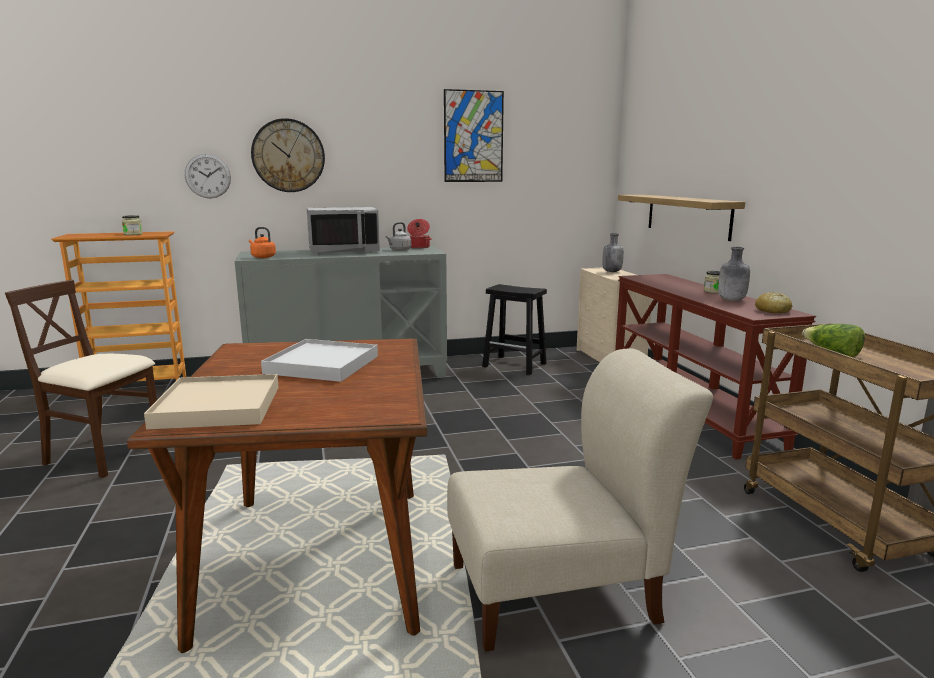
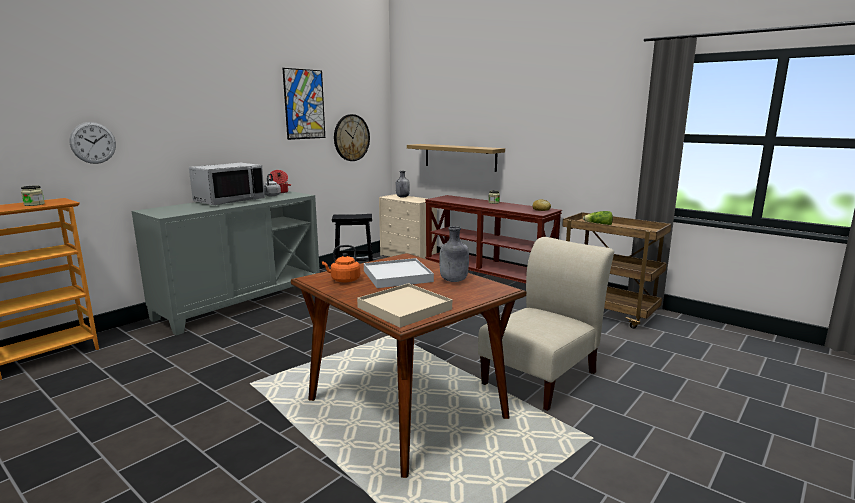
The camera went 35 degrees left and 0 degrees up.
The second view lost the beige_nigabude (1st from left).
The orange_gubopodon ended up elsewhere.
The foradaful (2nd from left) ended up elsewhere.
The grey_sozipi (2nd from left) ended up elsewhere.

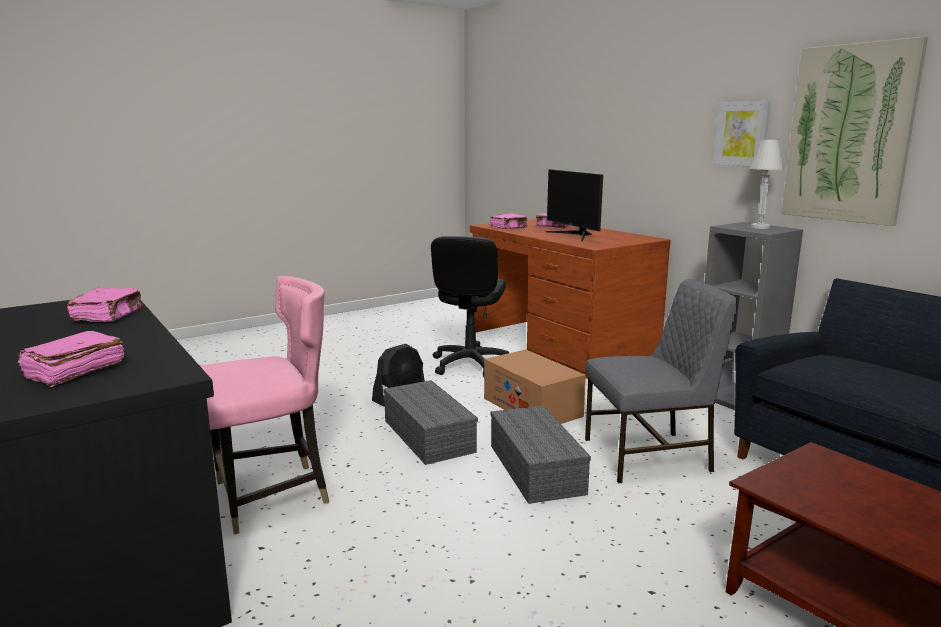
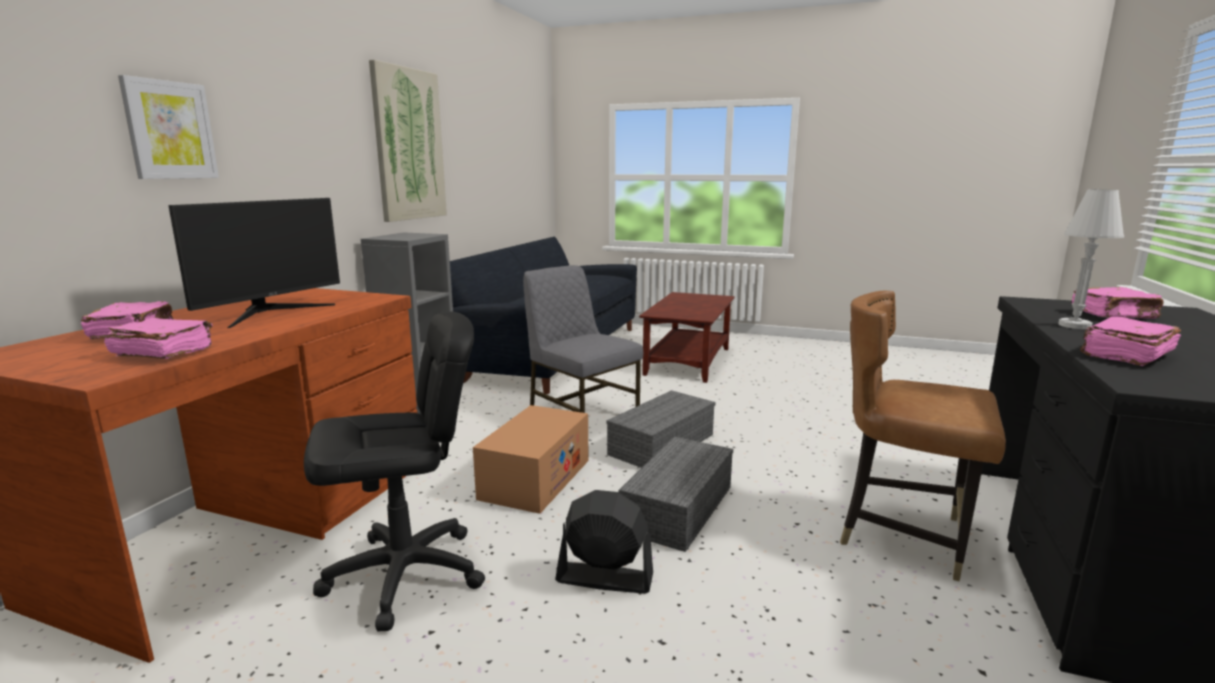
The camera went 125 degrees left and 0 degrees up.
What was the pink_nigabude turned into the brown_nigabude.
The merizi (1st from left) ended up elsewhere.
The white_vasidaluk ended up elsewhere.

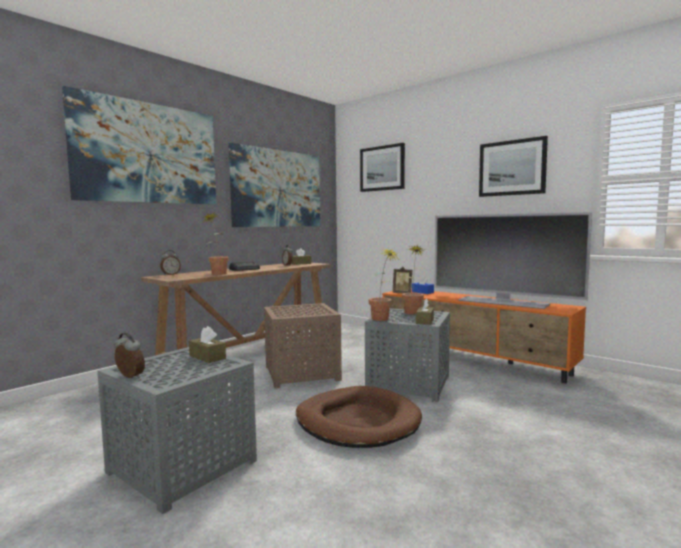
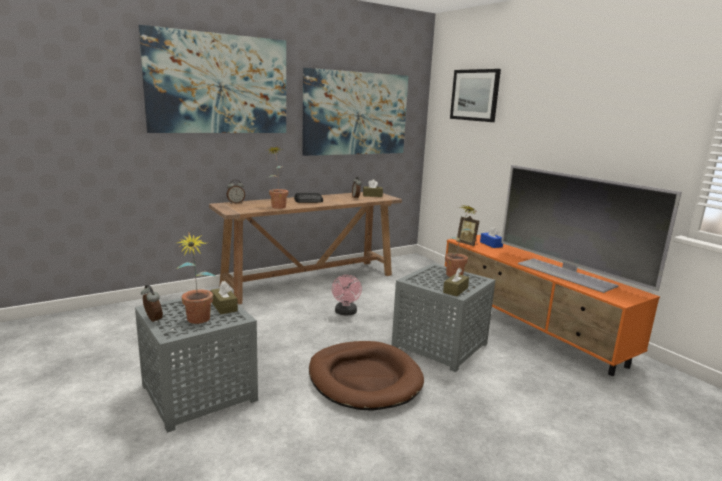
The camera went 15 degrees right and 10 degrees up.
Where the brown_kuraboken stood, the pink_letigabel came to stand.
The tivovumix (2nd from left in the first image) ended up elsewhere.
The second view lost the merizi (4th from left).

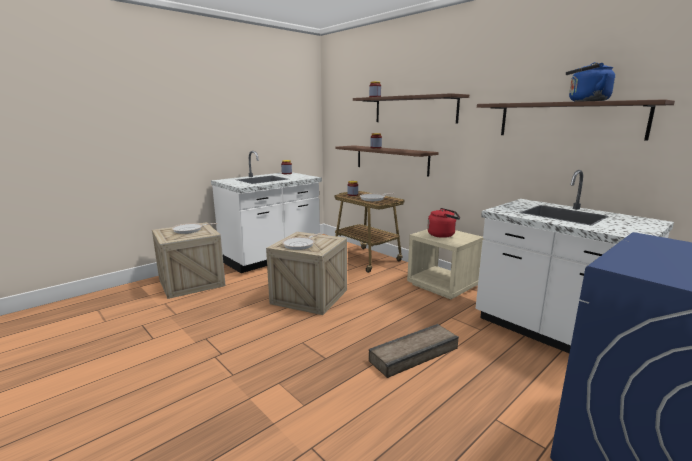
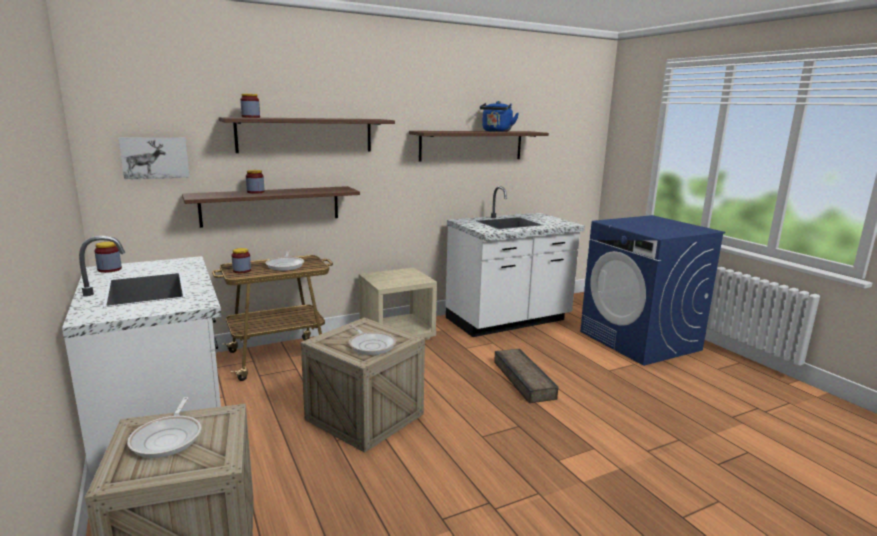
The camera went 75 degrees left and 0 degrees up.
The second view lost the red_gubopodon.
The second view gained the merizi.

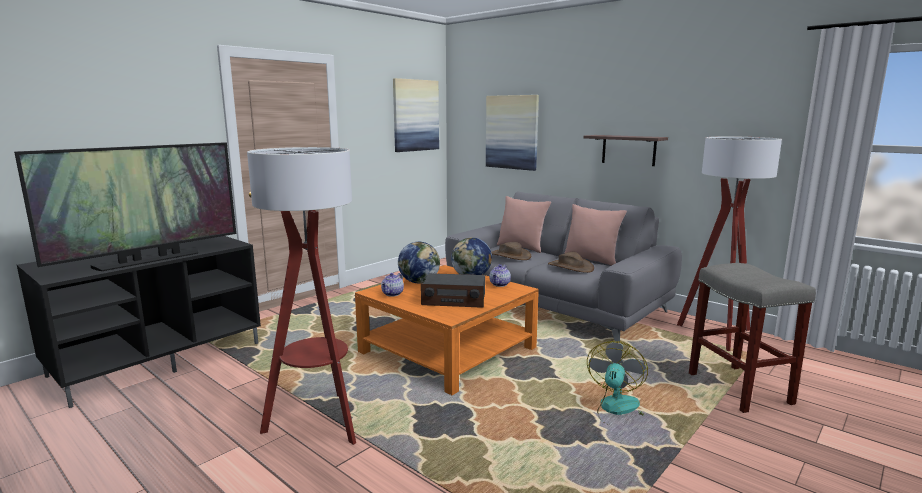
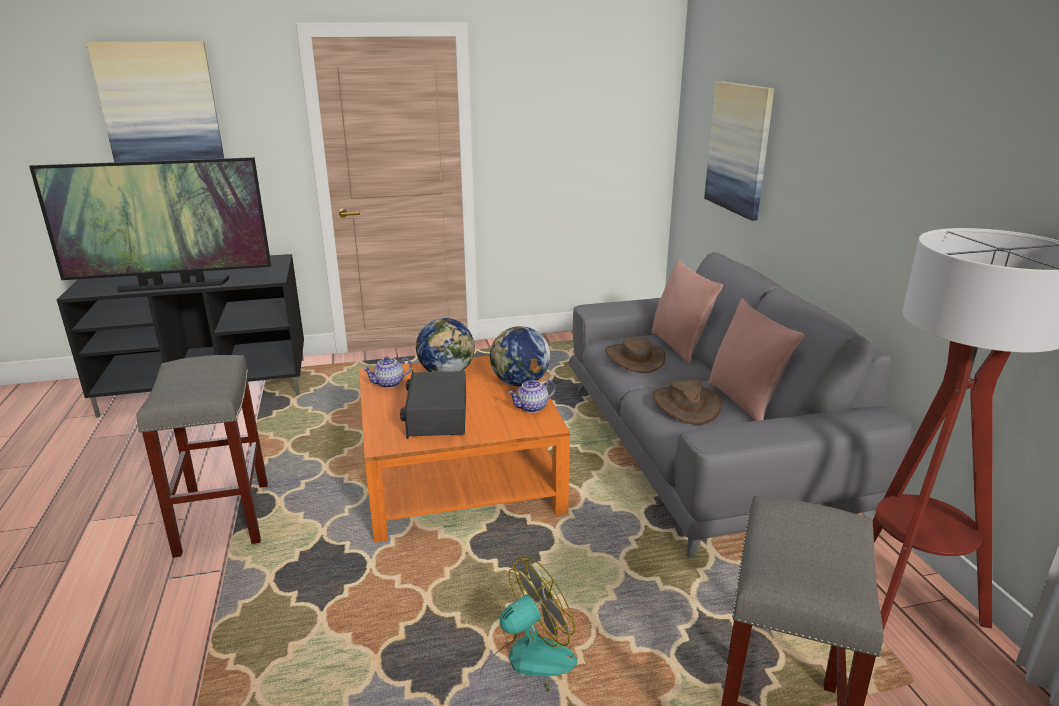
The camera went 35 degrees right and 10 degrees up.
Where the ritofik (1st from left) stood, the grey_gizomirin (1st from left) came to stand.
The merizi (1st from left) ended up elsewhere.
The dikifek ended up facing another way, 45 degrees clockwise from before.
The second view lost the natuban.

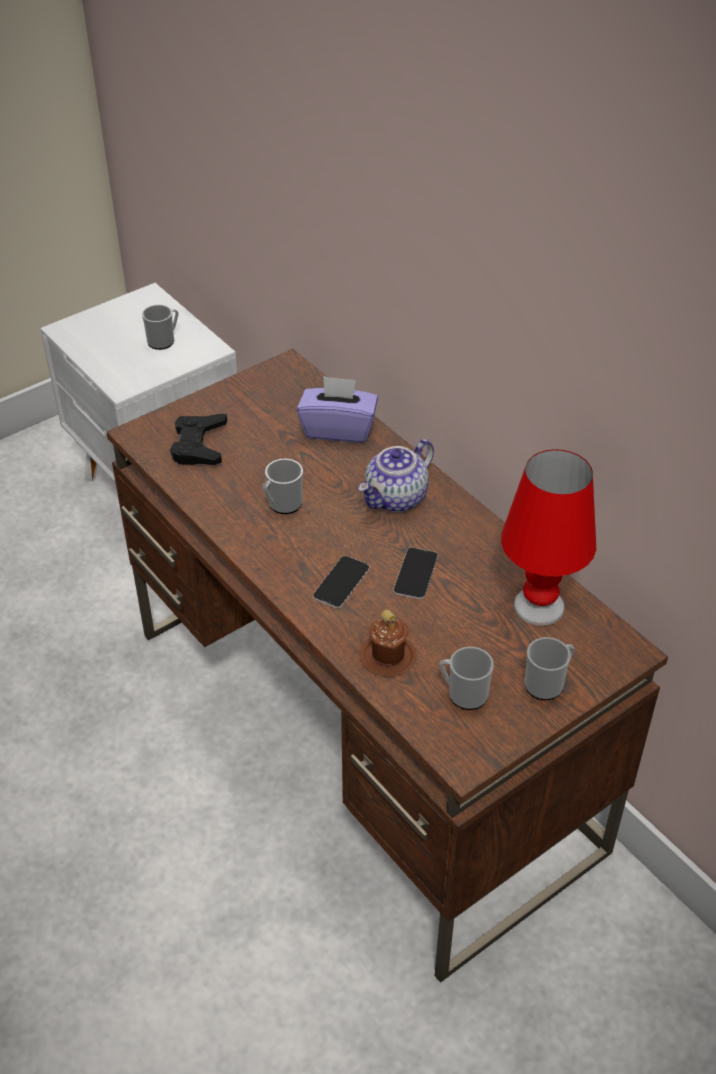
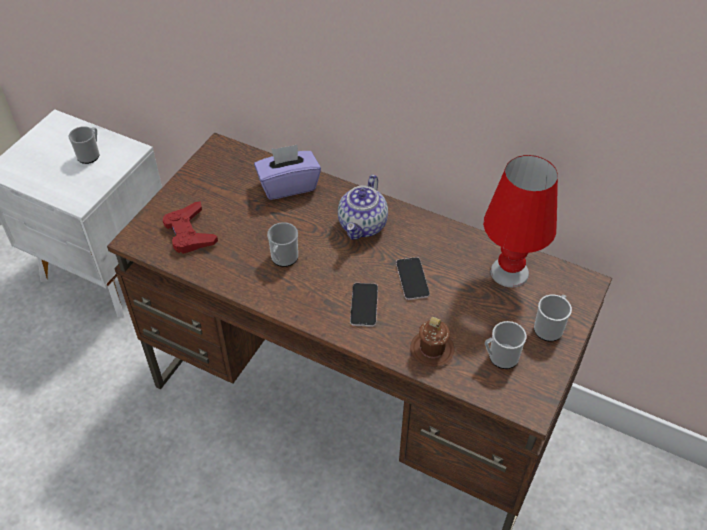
The camera went 25 degrees left and 5 degrees up.
What was the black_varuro turned into the red_varuro.

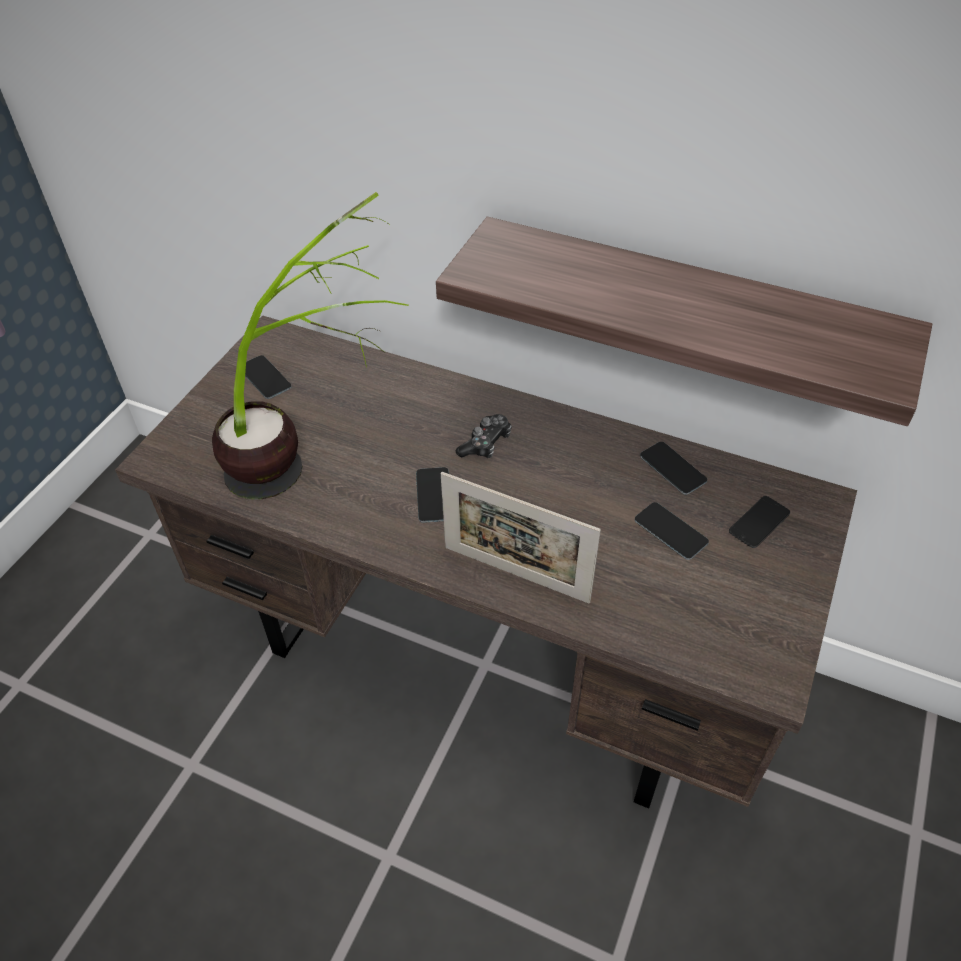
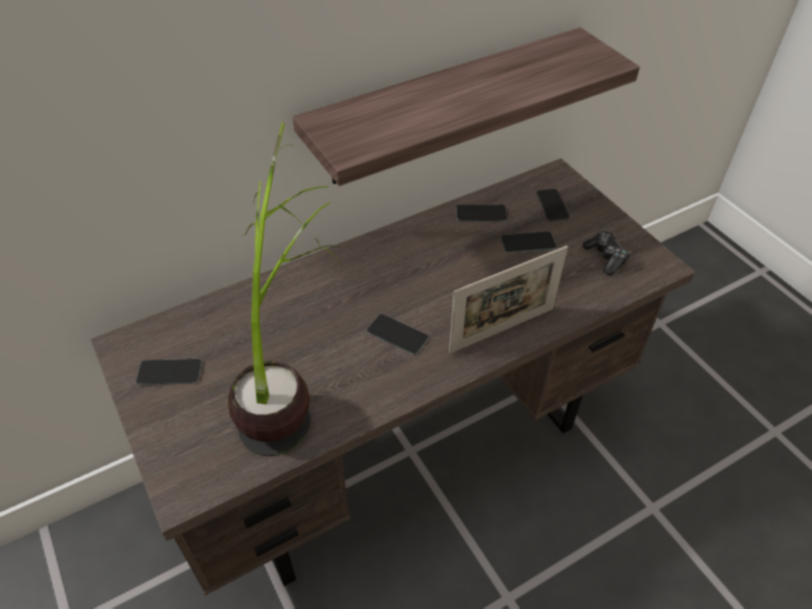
The camera went 55 degrees left and 0 degrees up.
The varuro ended up elsewhere.

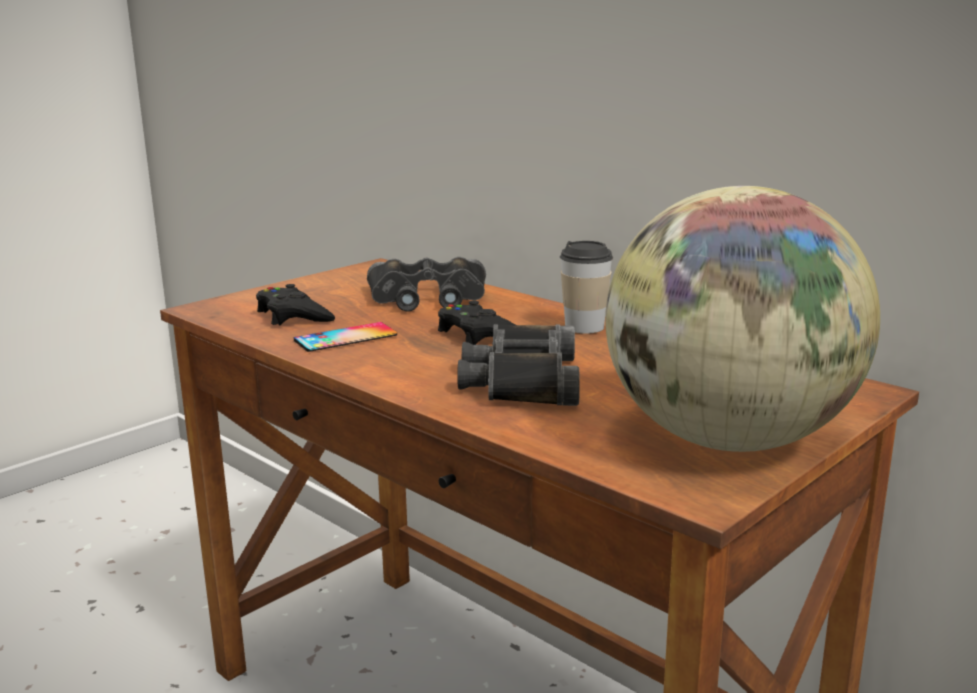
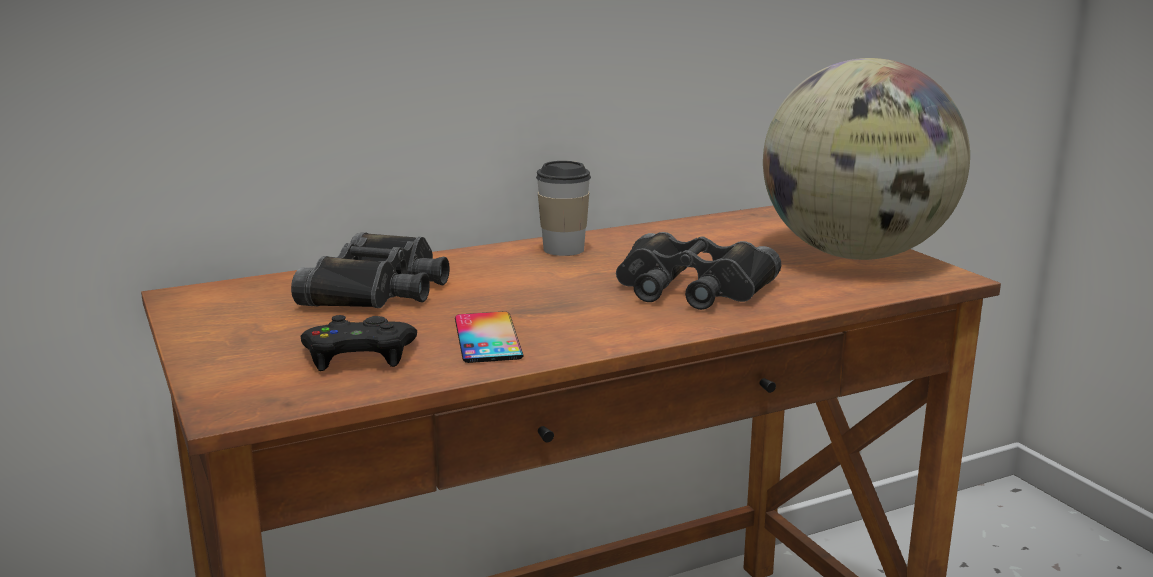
The camera went 70 degrees left and 0 degrees up.
The second view lost the black_varuro (2nd from left).

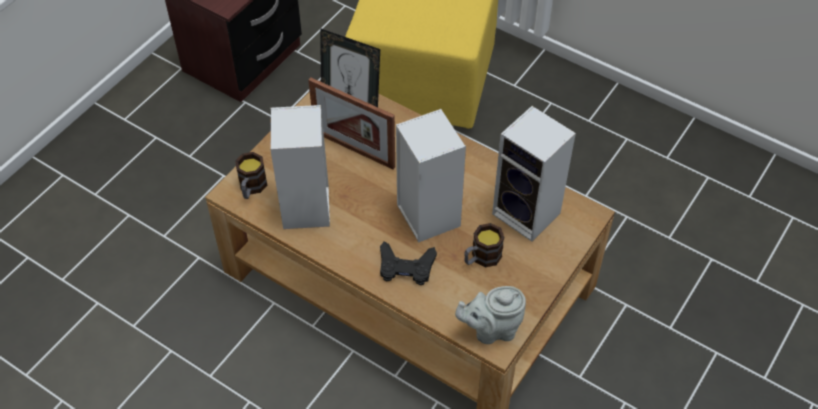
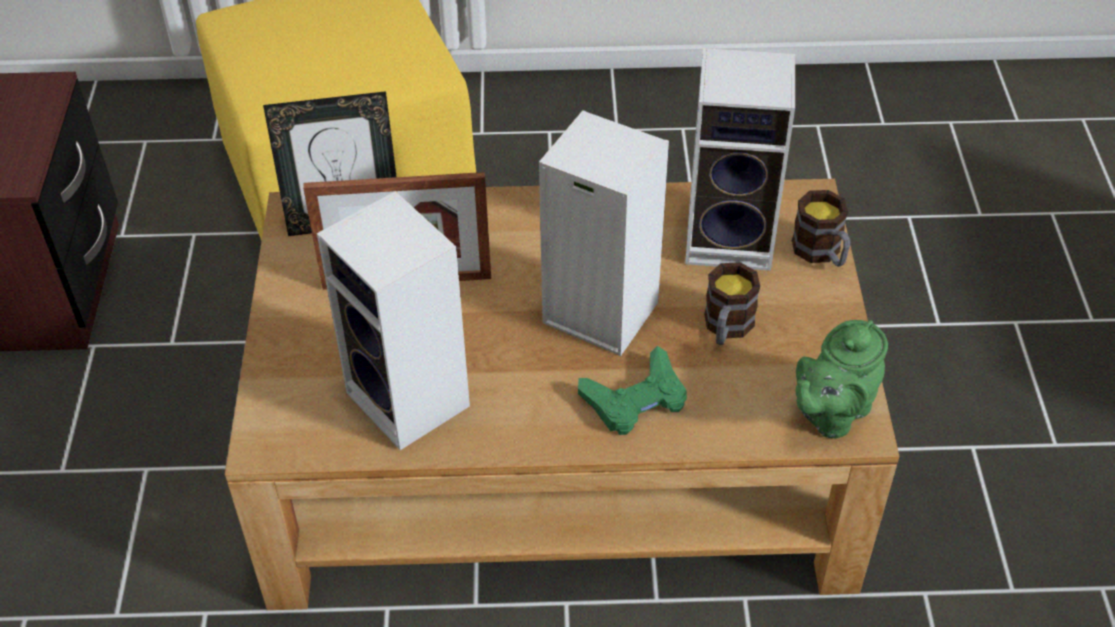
The camera went 35 degrees left and 5 degrees down.
The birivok (1st from left in the first image) ended up elsewhere.
What was the black_varuro turned into the green_varuro.
What was the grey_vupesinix turned into the green_vupesinix.

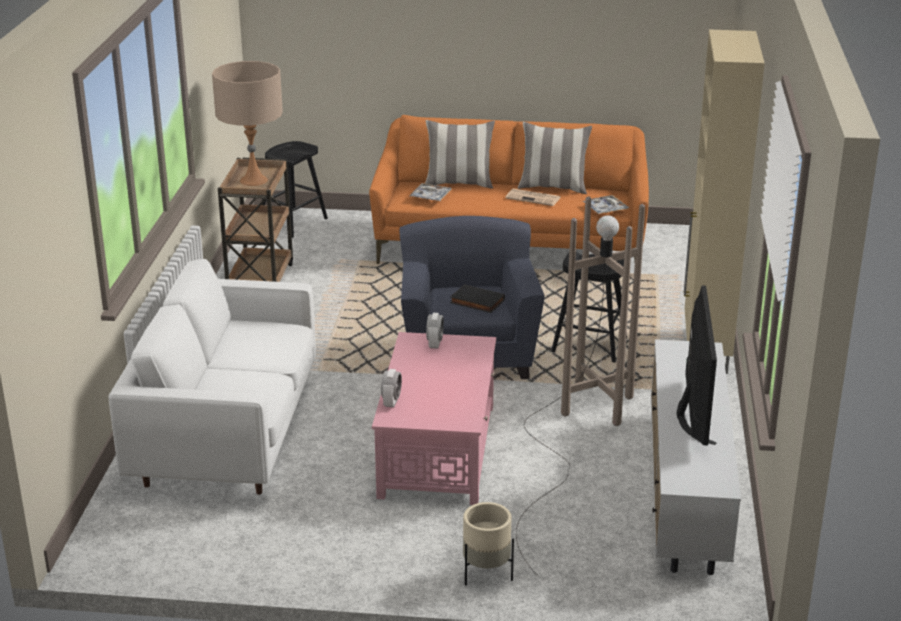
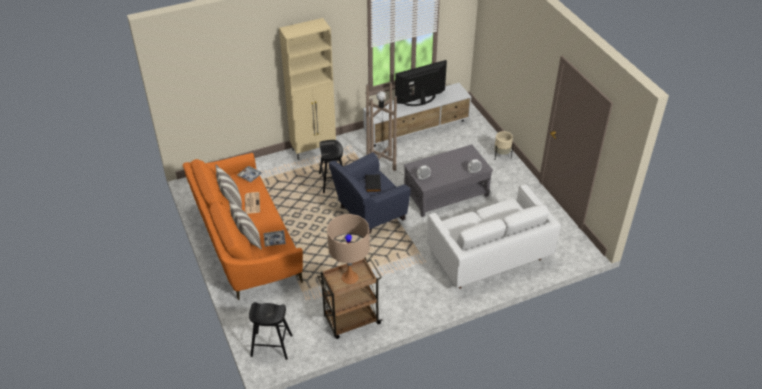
The camera went 120 degrees left and 15 degrees up.
What was the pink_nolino turned into the grey_nolino.

